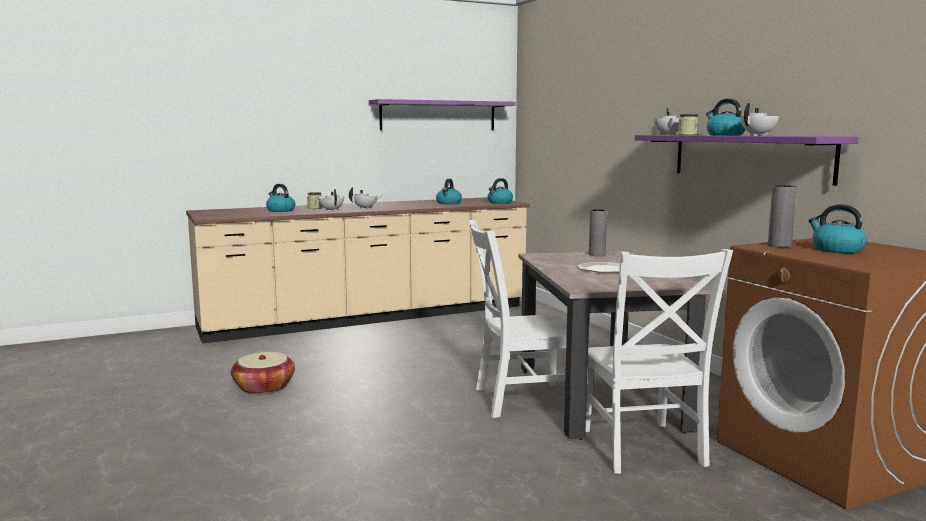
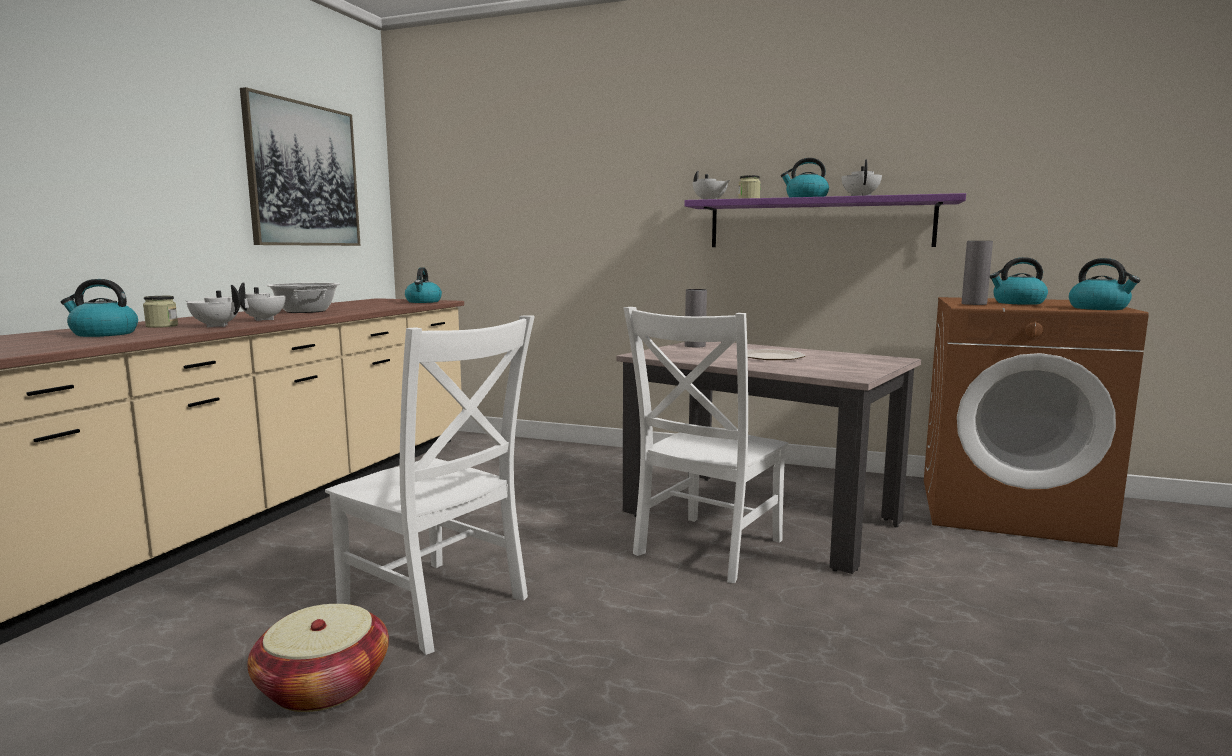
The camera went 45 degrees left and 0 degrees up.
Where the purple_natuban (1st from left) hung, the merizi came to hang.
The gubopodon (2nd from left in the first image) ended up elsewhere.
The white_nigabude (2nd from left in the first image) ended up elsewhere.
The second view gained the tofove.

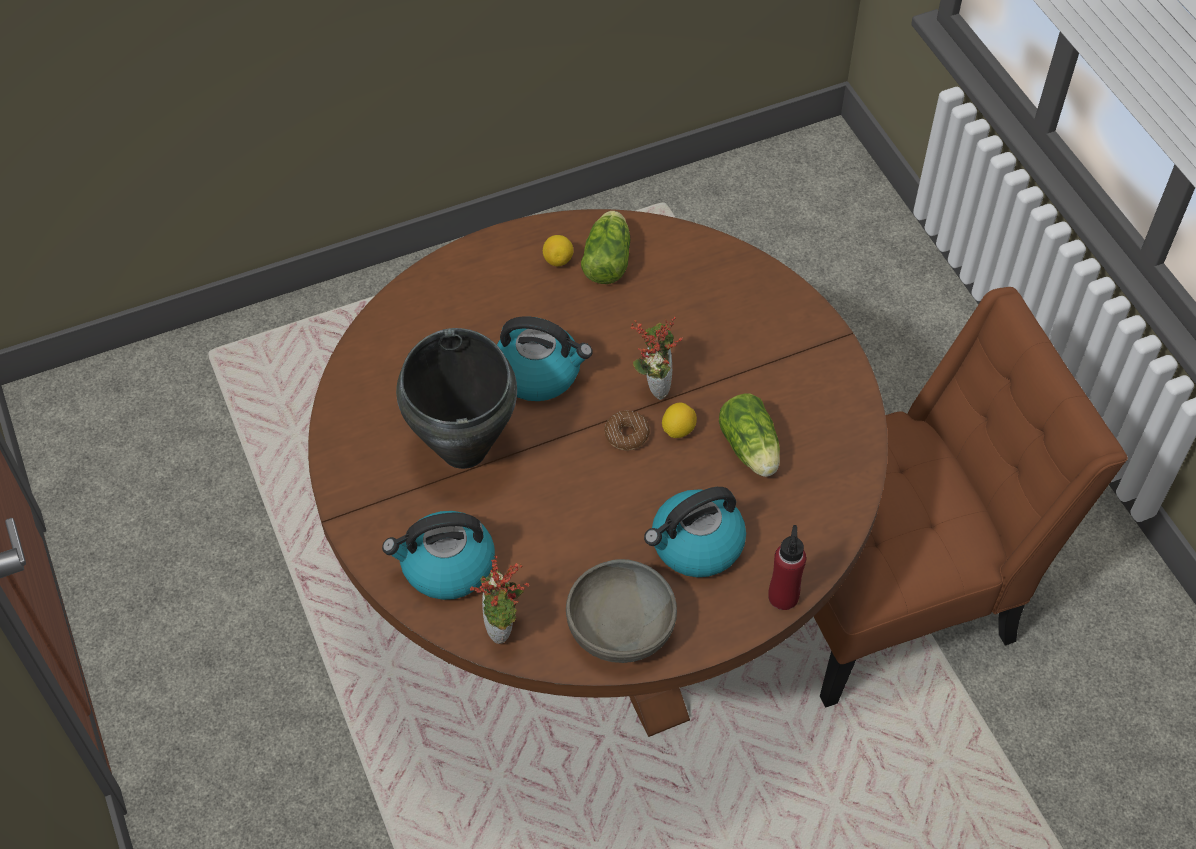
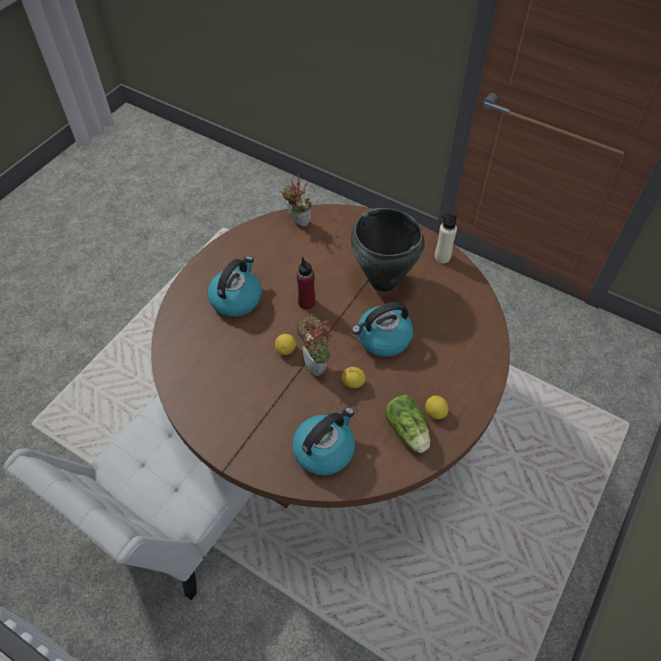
The camera went 145 degrees right and 0 degrees up.
The gubopodon (1st from left in the first image) ended up elsewhere.
The second view lost the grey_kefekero.
The second view lost the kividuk (2nd from left).
The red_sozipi ended up elsewhere.
What was the brown_nigabude turned into the white_nigabude.
The second view gained the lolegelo (2nd from left).
The second view gained the beige_sozipi.

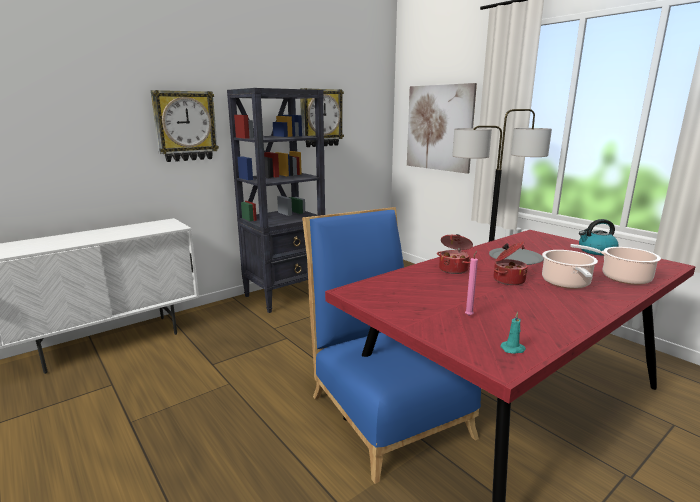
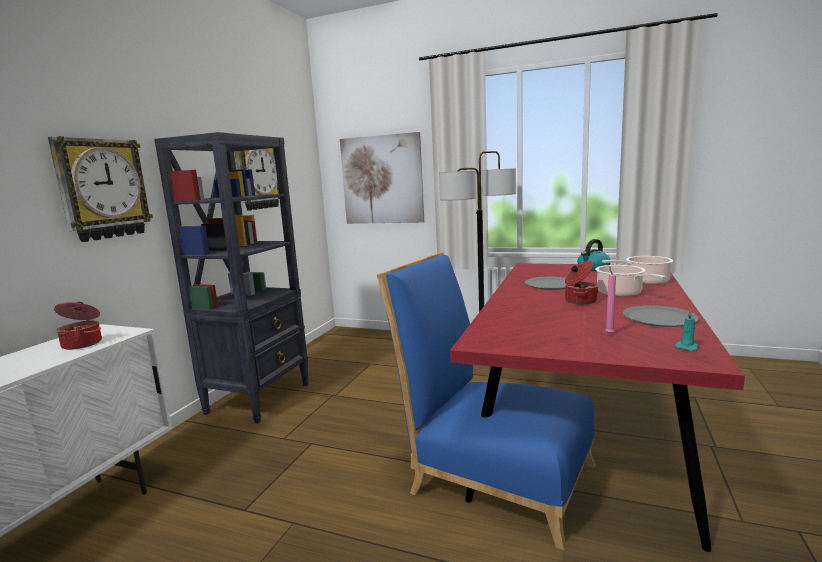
The camera went 30 degrees left and 5 degrees down.
The tofove (1st from left) ended up elsewhere.
The second view gained the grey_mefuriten (2nd from left).

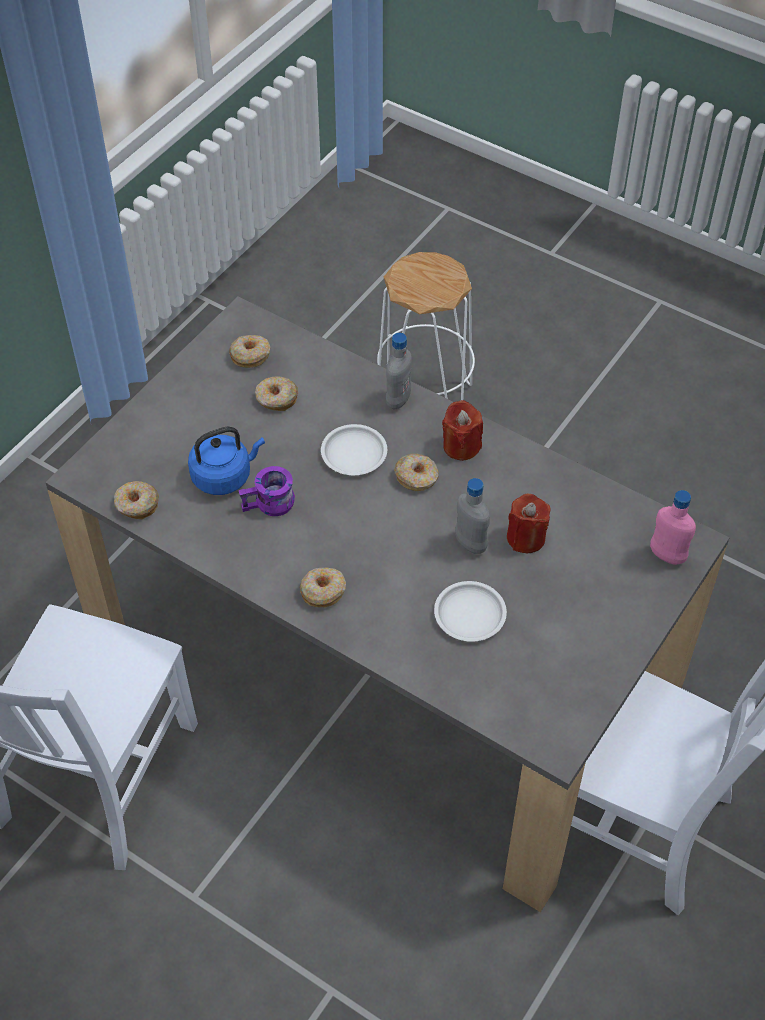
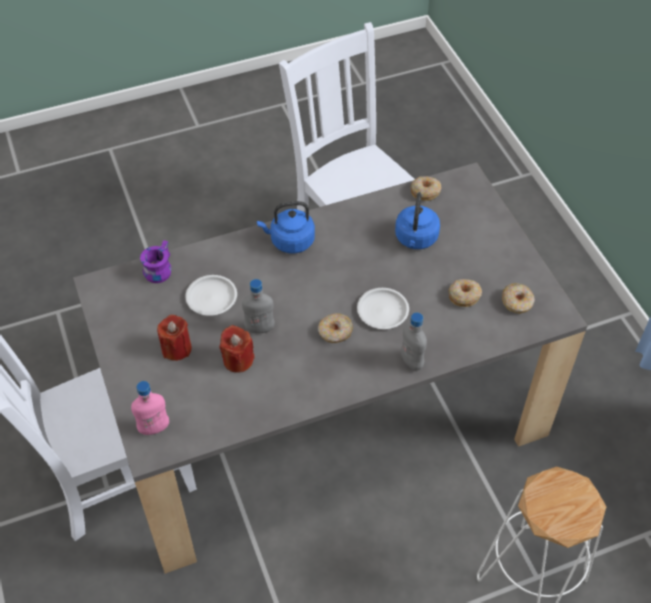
The camera went 125 degrees right and 0 degrees up.
The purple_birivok ended up elsewhere.
Where the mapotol (4th from left) stood, the blue_gubopodon (1st from left) came to stand.
The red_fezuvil (1st from left) ended up elsewhere.

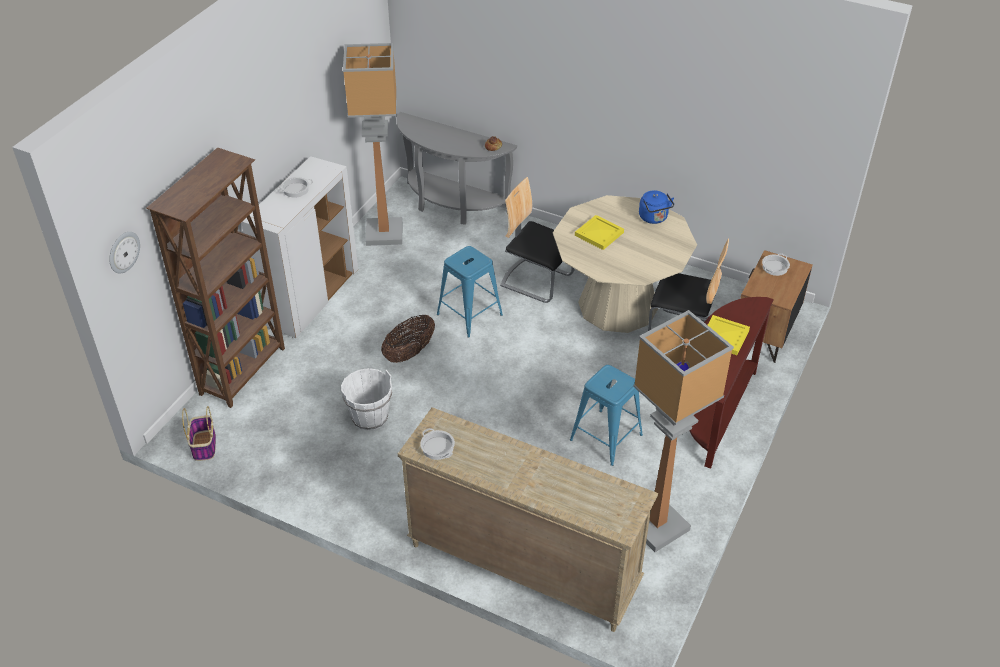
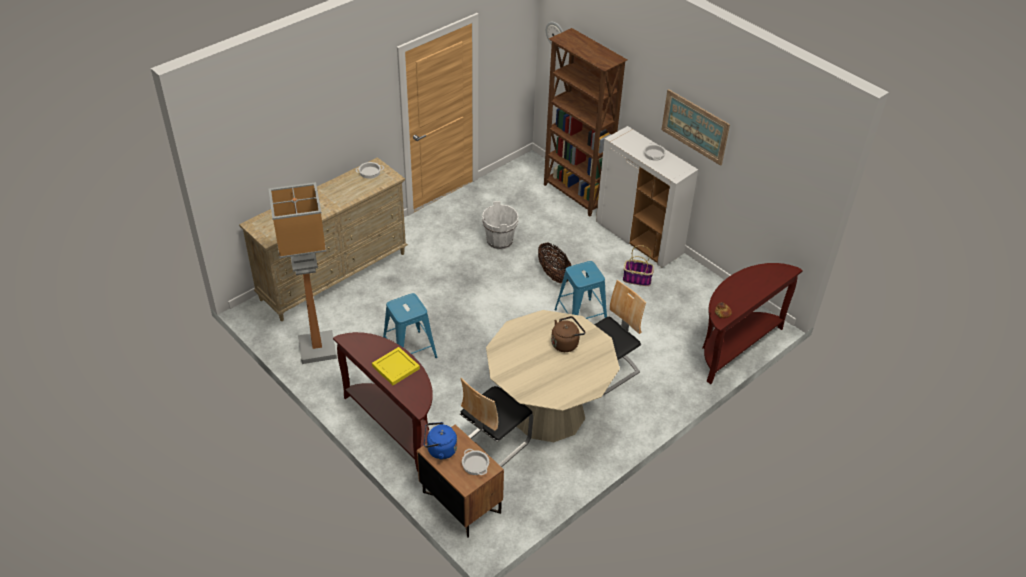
The camera went 110 degrees right and 0 degrees up.
The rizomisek (1st from left in the first image) ended up elsewhere.
The second view lost the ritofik (1st from left).
What was the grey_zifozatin turned into the brown_zifozatin (2nd from left).
Where the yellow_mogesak (1st from left) stood, the brown_gubopodon came to stand.
The blue_gubopodon ended up elsewhere.
The second view gained the merizi.

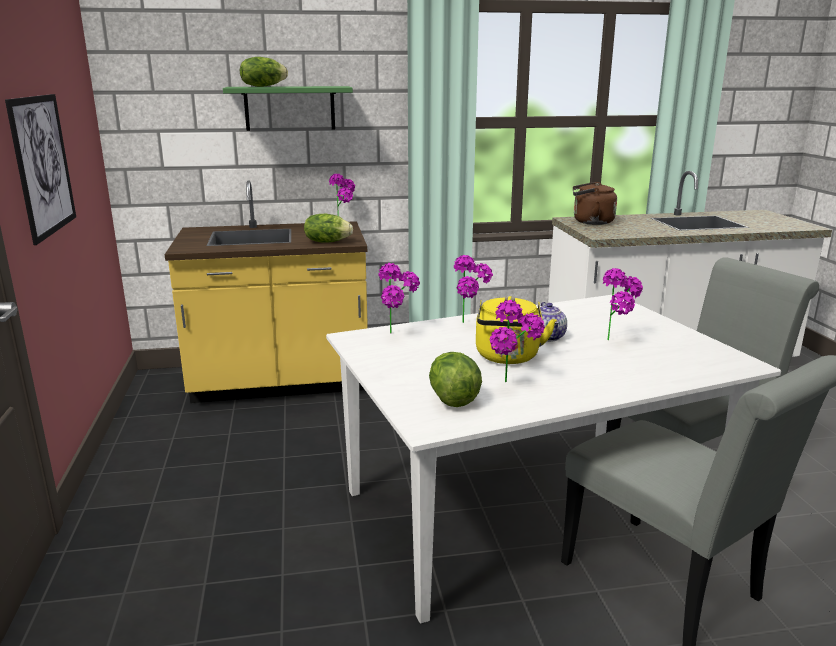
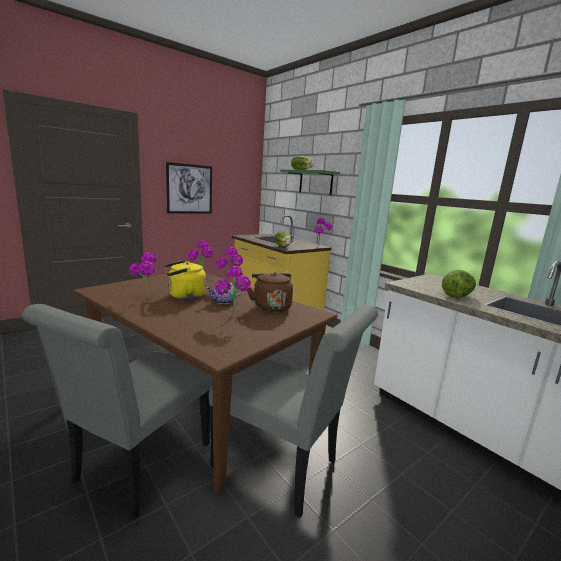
The camera went 60 degrees right and 5 degrees down.
What was the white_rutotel turned into the brown_rutotel.
The kividuk (3rd from left) ended up elsewhere.
The brown_gubopodon ended up elsewhere.

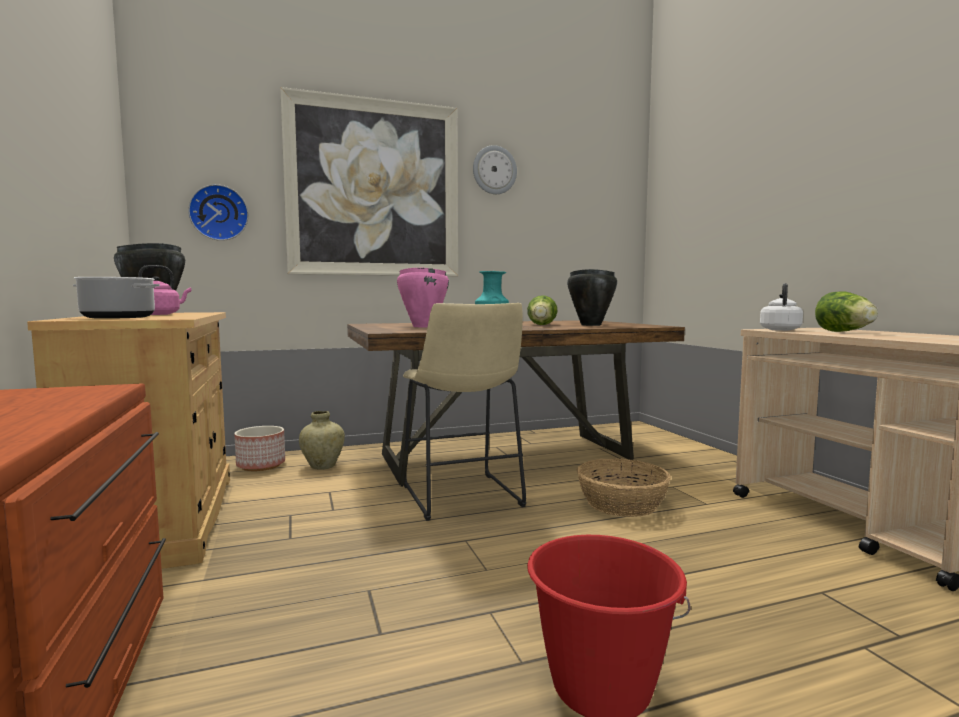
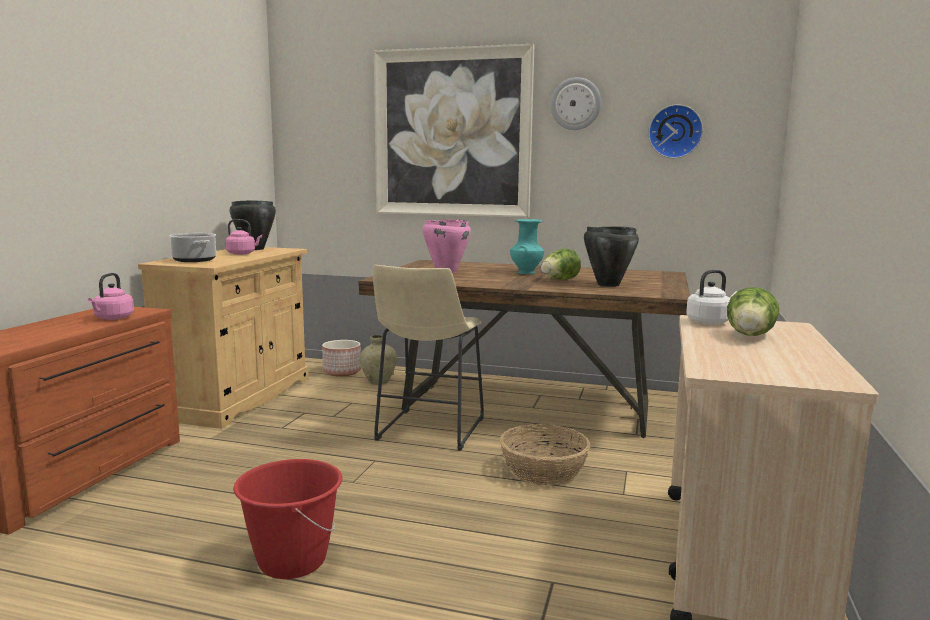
The camera went 35 degrees right and 5 degrees up.
The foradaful (1st from left in the first image) ended up elsewhere.
The second view gained the pink_gubopodon (1st from left).

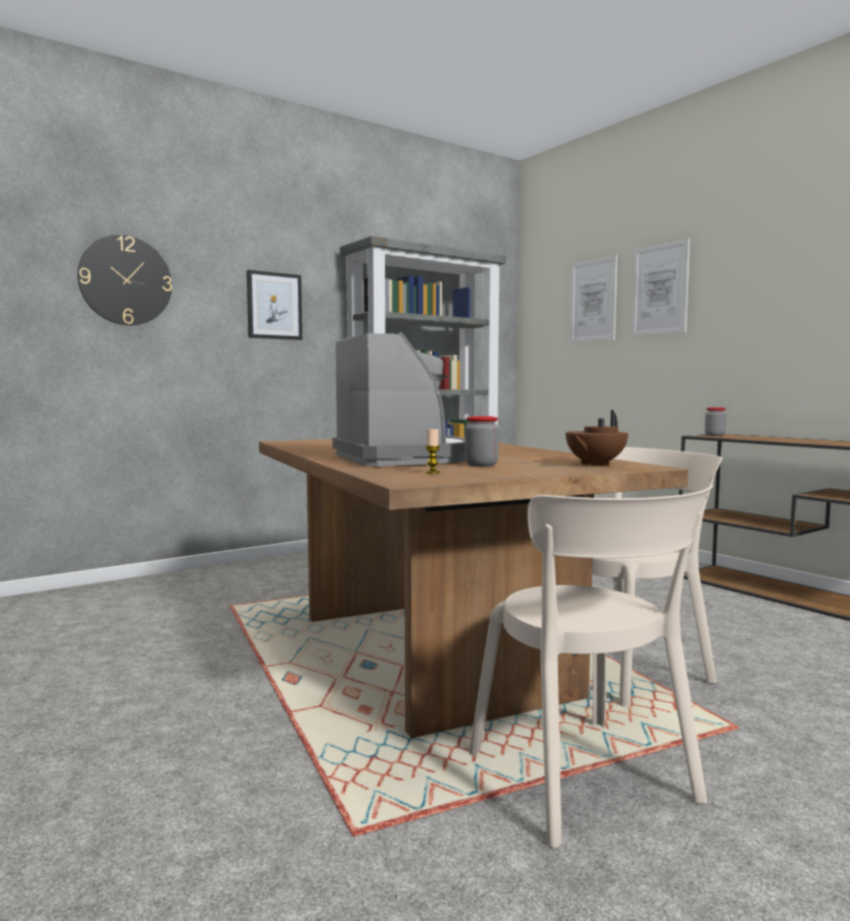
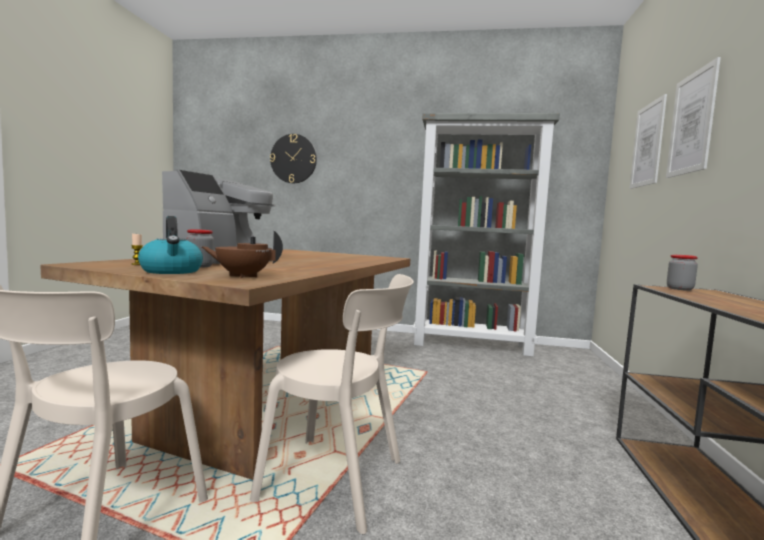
The camera went 45 degrees right and 0 degrees up.
The second view lost the merizi (1st from left).
The second view gained the gubopodon.

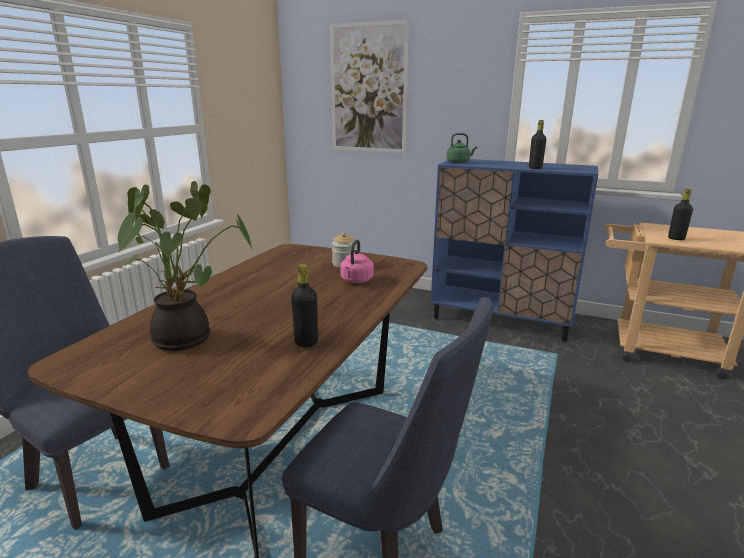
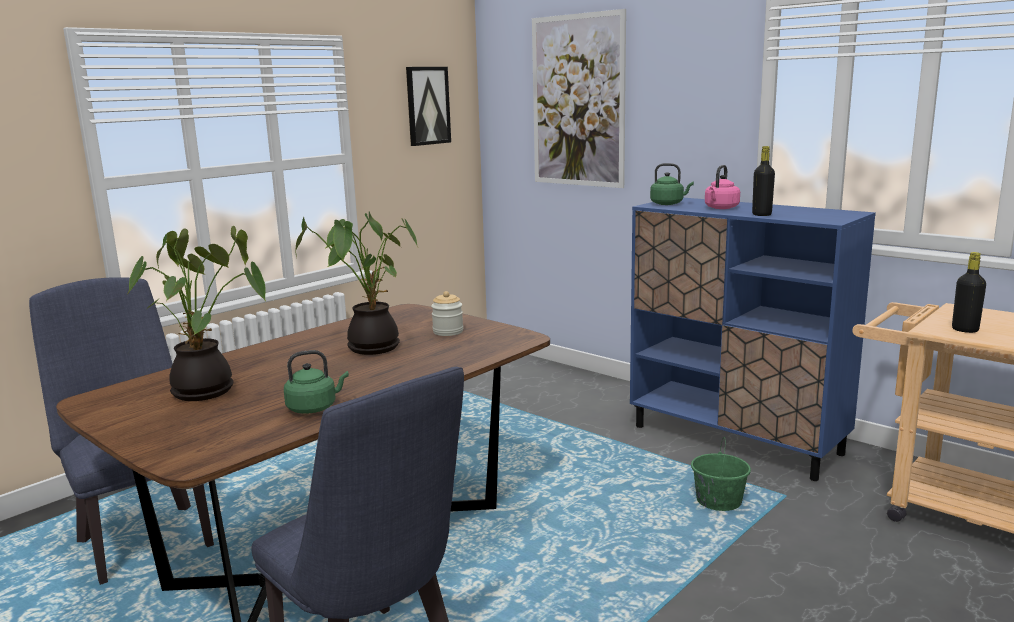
The camera went 20 degrees right and 5 degrees down.
Where the black_sozipi (1st from left) stood, the green_gubopodon (1st from left) came to stand.
The pink_gubopodon ended up elsewhere.
The second view gained the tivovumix (2nd from left).
The second view gained the merizi (1st from left).
The second view gained the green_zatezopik.

